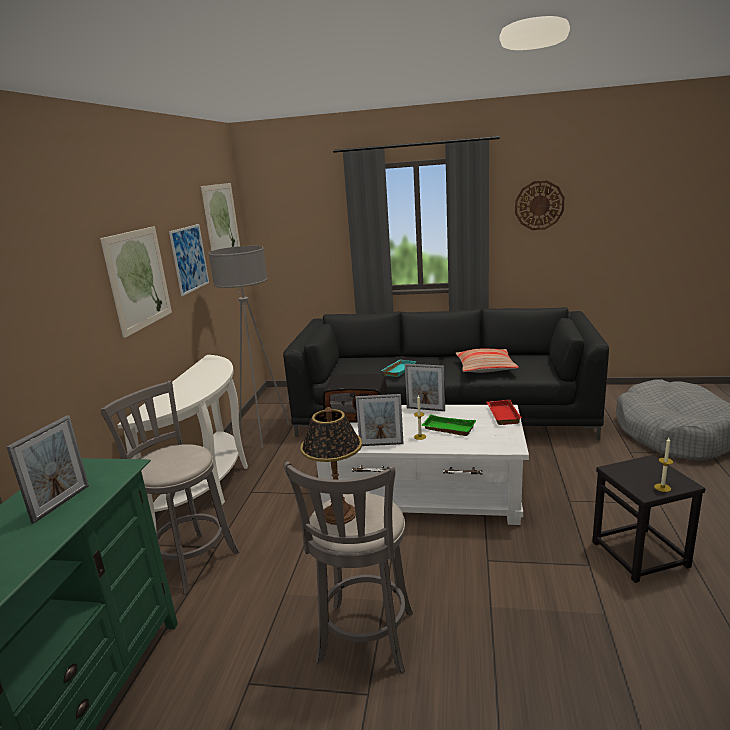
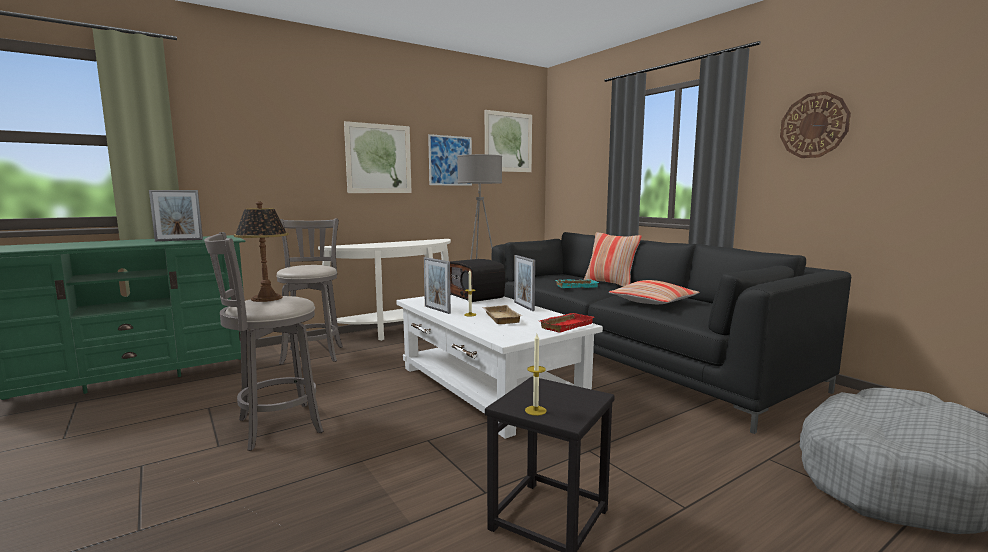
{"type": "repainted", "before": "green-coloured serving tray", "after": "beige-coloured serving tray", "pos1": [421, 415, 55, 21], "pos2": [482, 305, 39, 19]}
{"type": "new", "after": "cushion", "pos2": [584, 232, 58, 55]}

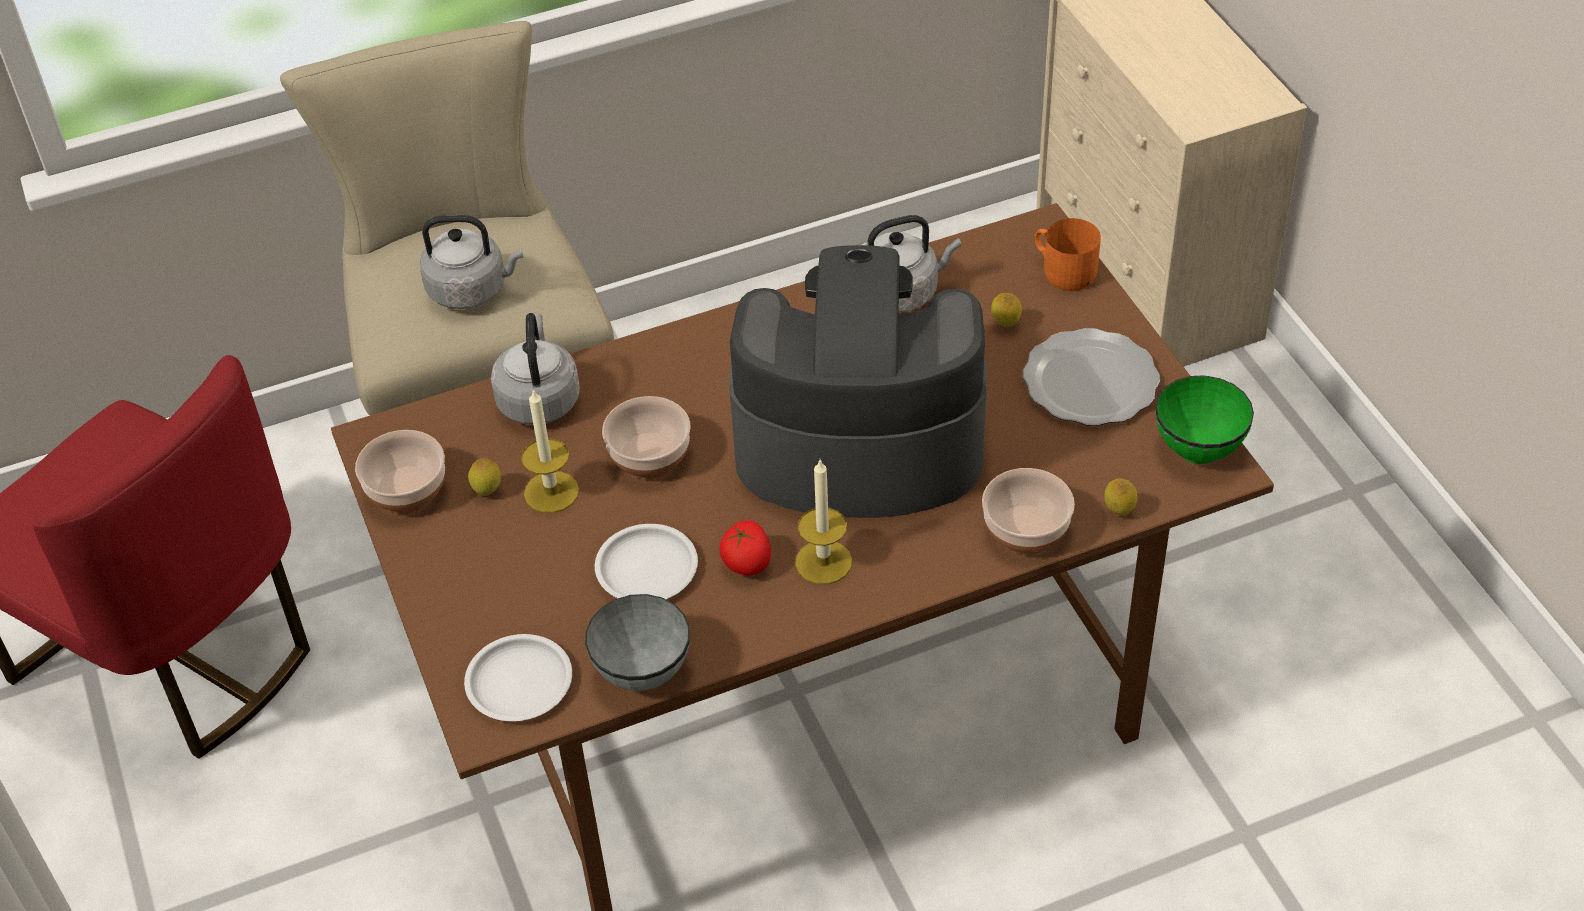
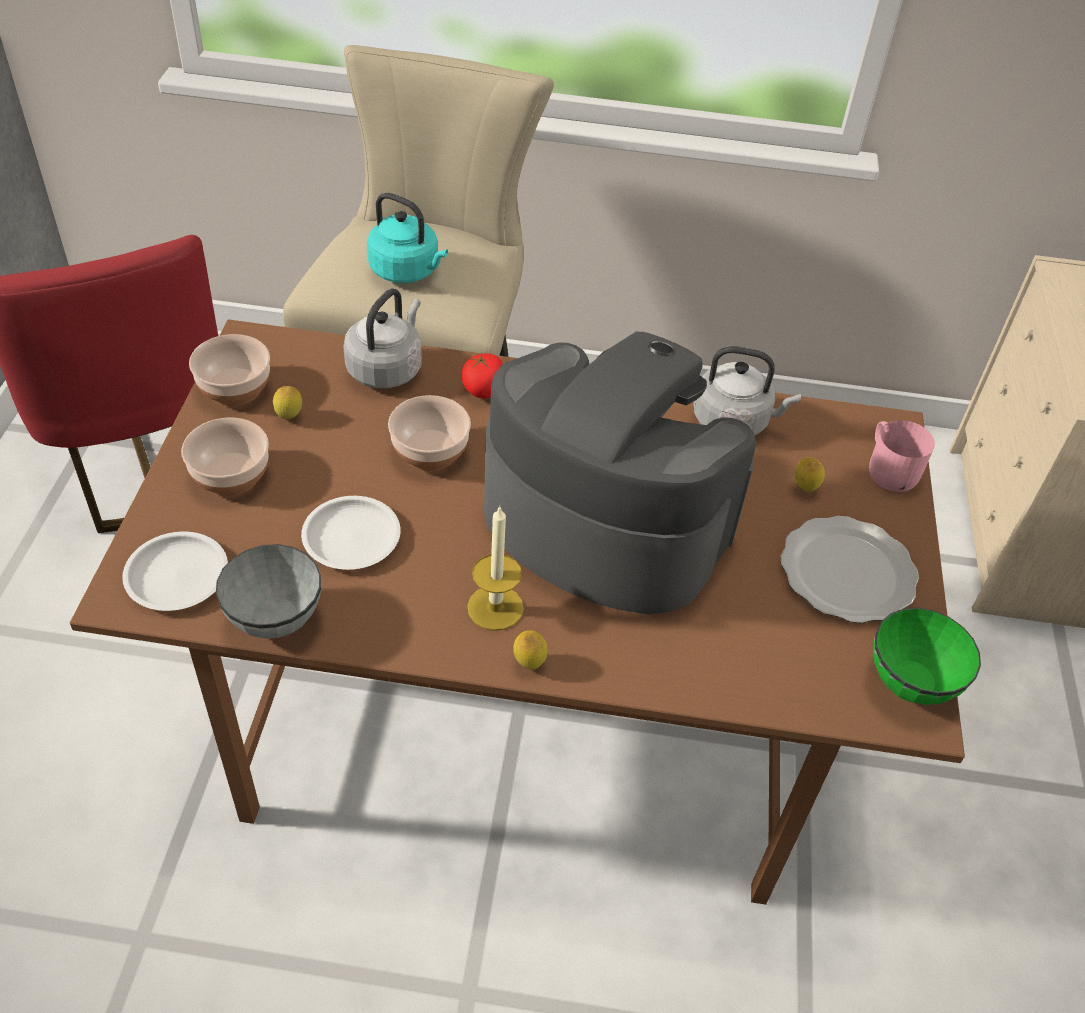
{"type": "repainted", "before": "grey kettle", "after": "turquoise-coloured kettle", "pos1": [420, 215, 103, 94], "pos2": [367, 193, 81, 90]}
{"type": "repainted", "before": "orangey mug", "after": "pink-coloured mug", "pos1": [1035, 218, 66, 73], "pos2": [869, 420, 66, 72]}
{"type": "gone", "before": "wax candle", "pos1": [521, 388, 58, 125]}
{"type": "shifted", "before": "deep dish", "pos1": [982, 468, 93, 86], "pos2": [181, 418, 88, 78]}
{"type": "shifted", "before": "whole lemon", "pos1": [1104, 479, 33, 36], "pos2": [513, 630, 35, 40]}
{"type": "shifted", "before": "tomato", "pos1": [720, 520, 51, 55], "pos2": [461, 353, 42, 45]}

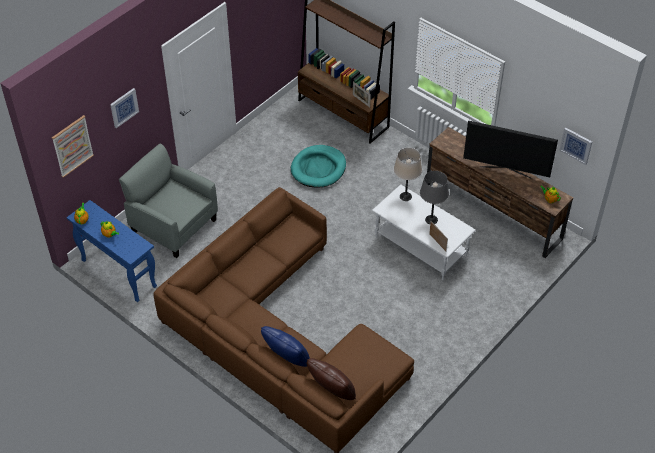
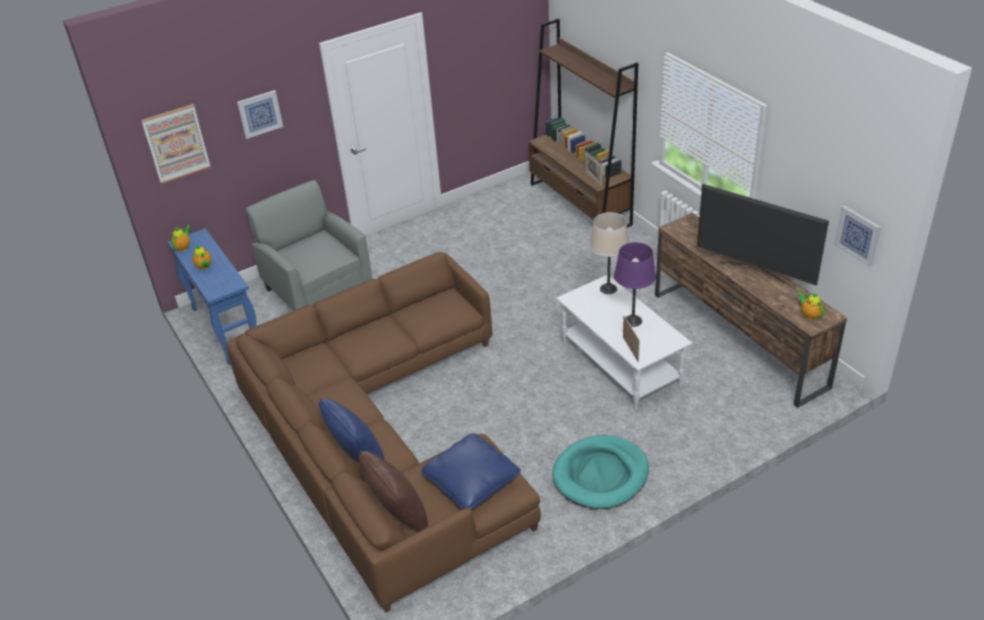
{"type": "shifted", "before": "turquoise-coloured pet bed", "pos1": [291, 145, 55, 43], "pos2": [552, 435, 97, 74]}
{"type": "repainted", "before": "grey tabletop lamp", "after": "purple tabletop lamp", "pos1": [420, 171, 29, 53], "pos2": [614, 242, 42, 85]}
{"type": "new", "after": "blue-coloured cushion", "pos2": [421, 433, 100, 77]}

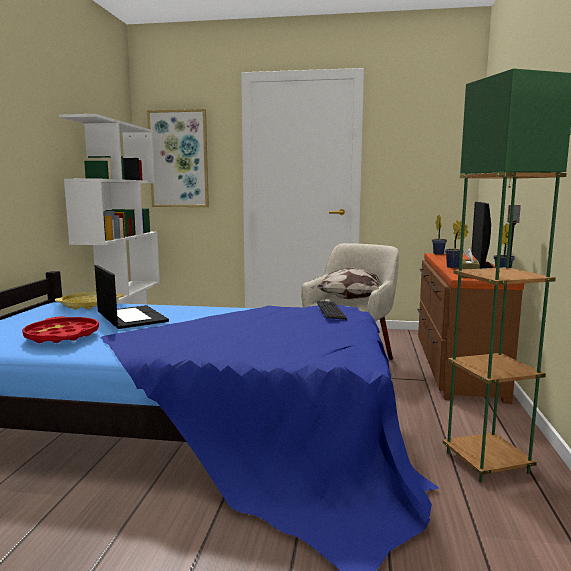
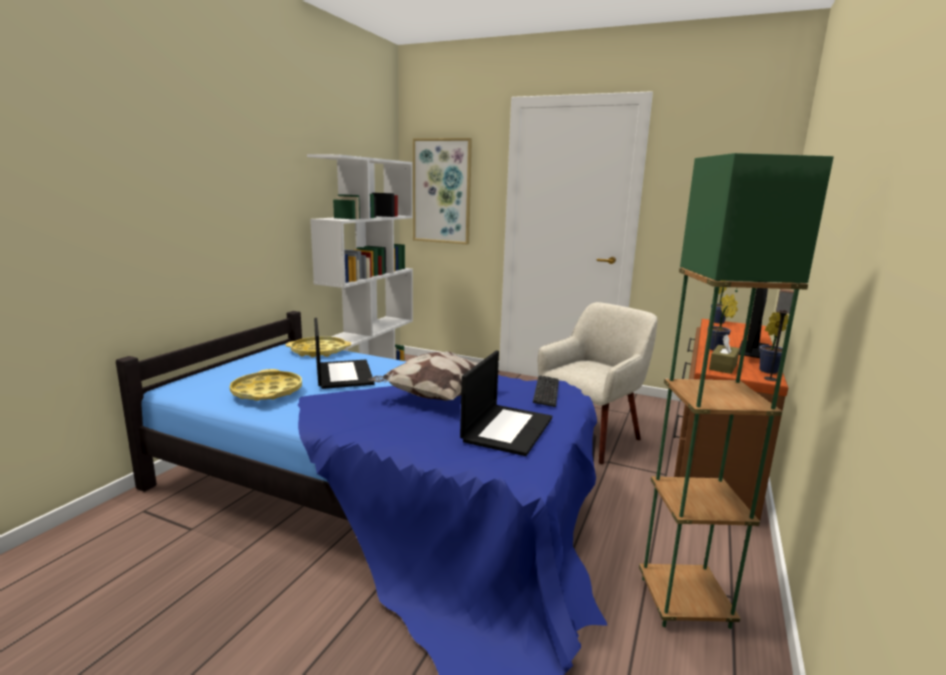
{"type": "shifted", "before": "cushion", "pos1": [311, 267, 70, 32], "pos2": [369, 351, 131, 50]}
{"type": "repainted", "before": "red serving tray", "after": "yellow-coloured serving tray", "pos1": [22, 317, 77, 26], "pos2": [230, 369, 72, 32]}
{"type": "new", "after": "laptop", "pos2": [460, 350, 92, 106]}

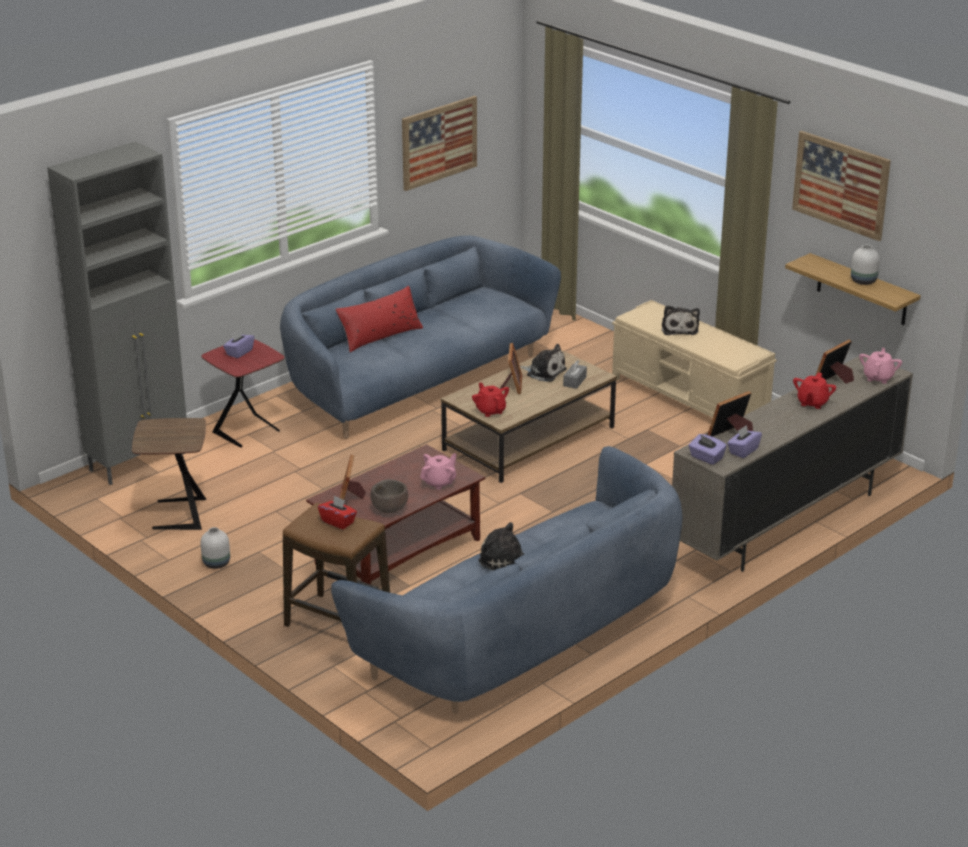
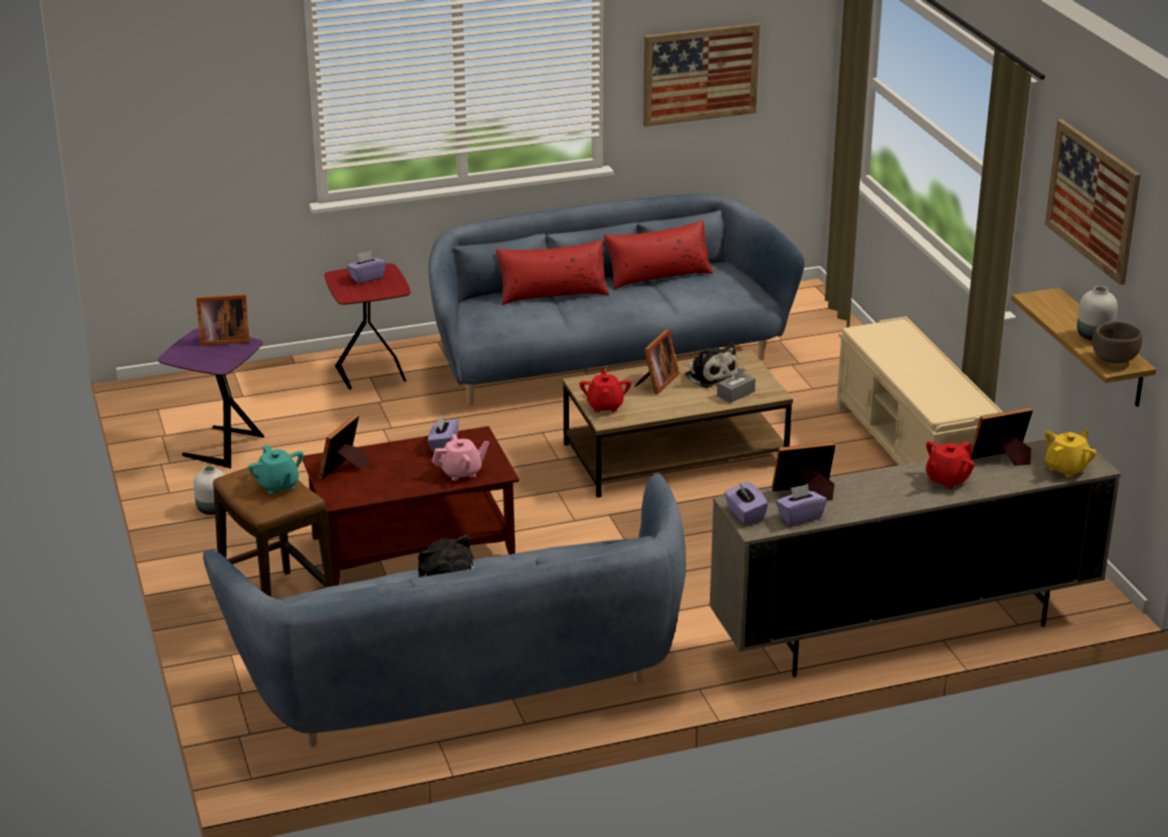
{"type": "gone", "before": "grey cupboard", "pos1": [47, 141, 140, 344]}
{"type": "gone", "before": "plush toy", "pos1": [662, 305, 38, 30]}
{"type": "repainted", "before": "pink-coloured tea pot", "after": "yellow-coloured tea pot", "pos1": [859, 348, 43, 36], "pos2": [1045, 429, 51, 49]}
{"type": "repainted", "before": "brownish end table", "after": "purple end table", "pos1": [132, 418, 74, 112], "pos2": [158, 328, 106, 141]}
{"type": "shifted", "before": "brownish deep dish", "pos1": [370, 479, 38, 34], "pos2": [1092, 321, 50, 42]}
{"type": "swapped", "before": "red box of tissues", "after": "turquoise-coloured tea pot", "pos1": [318, 495, 39, 34], "pos2": [248, 445, 56, 49]}
{"type": "new", "after": "red cushion", "pos2": [604, 220, 109, 69]}
{"type": "new", "after": "photo frame", "pos2": [196, 294, 54, 52]}
{"type": "new", "after": "purple box of tissues", "pos2": [428, 415, 31, 37]}

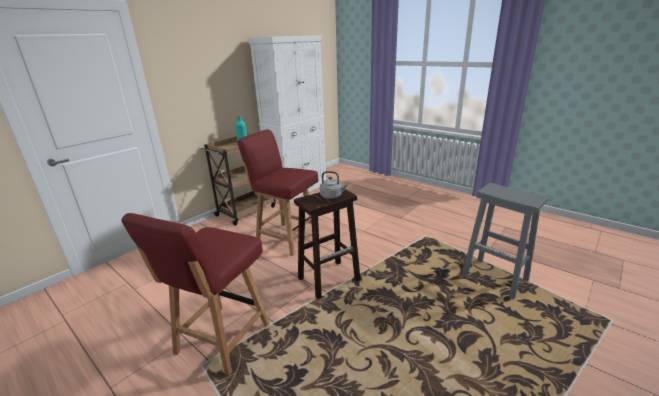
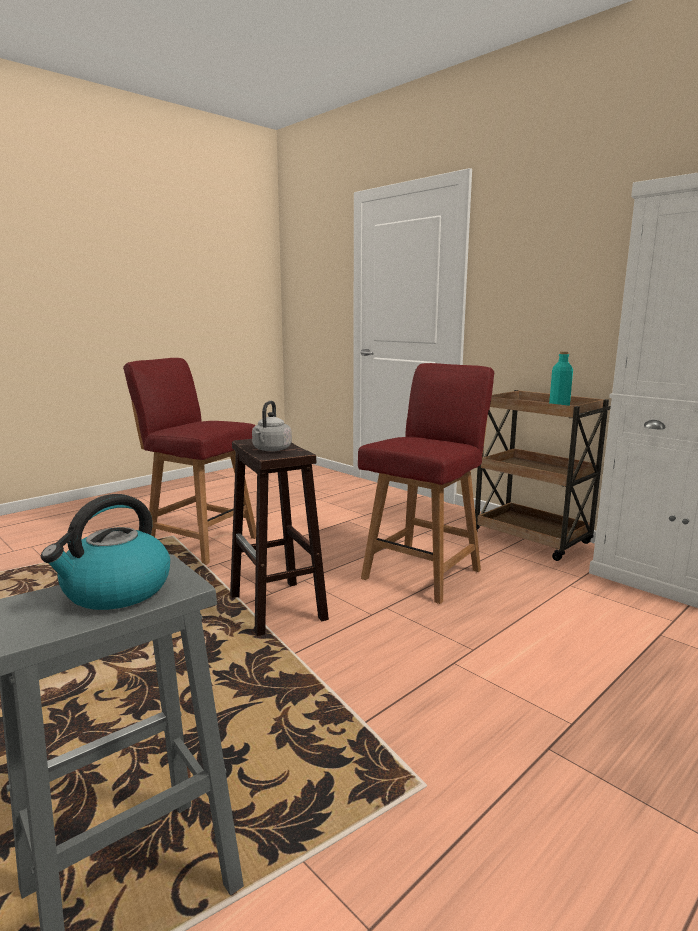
{"type": "new", "after": "kettle", "pos2": [41, 494, 129, 116]}

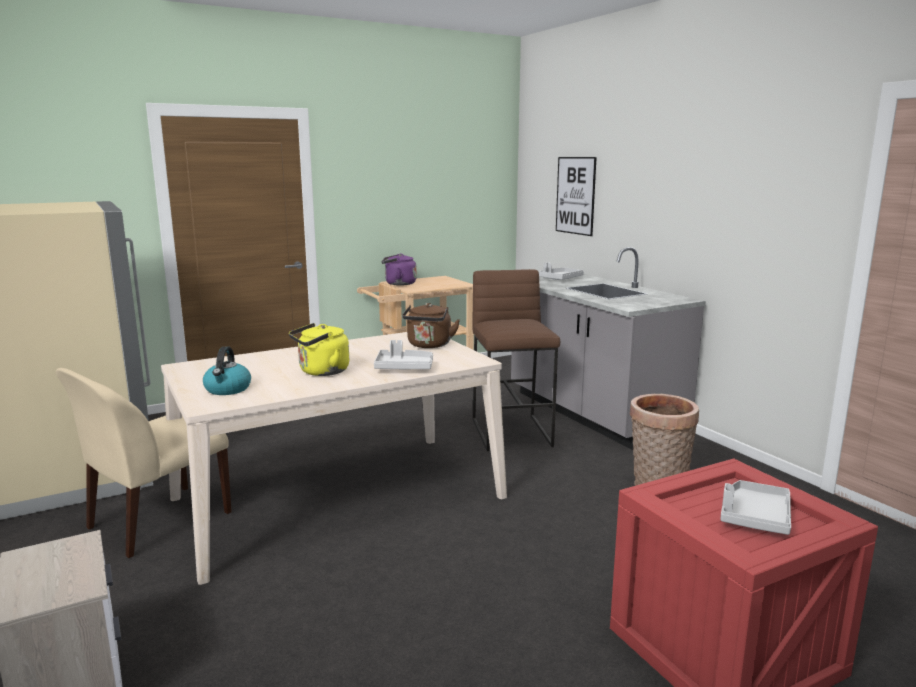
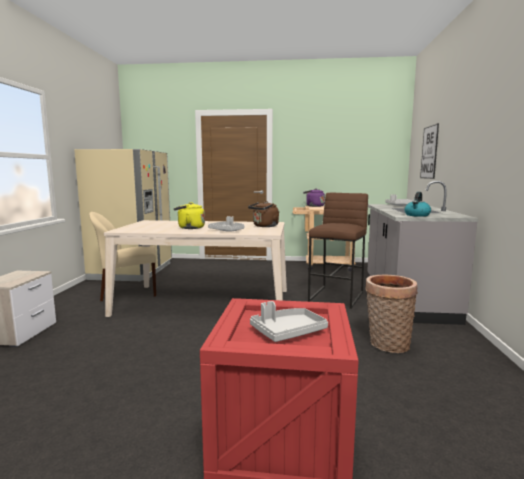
{"type": "shifted", "before": "kettle", "pos1": [203, 346, 48, 49], "pos2": [404, 192, 27, 25]}

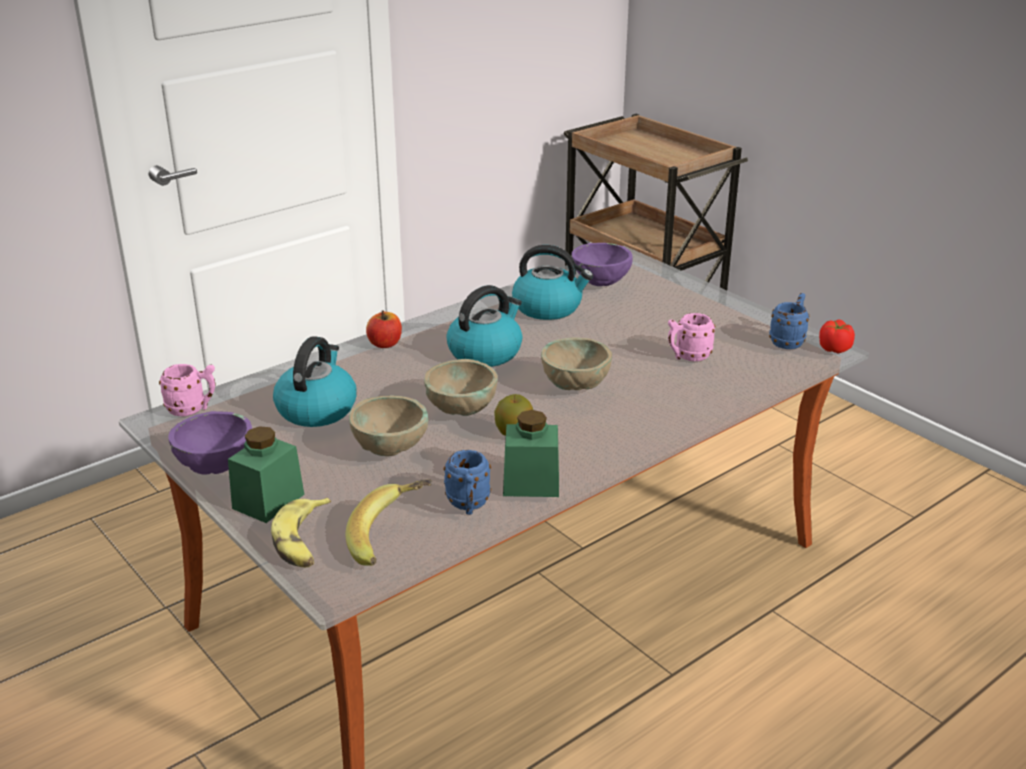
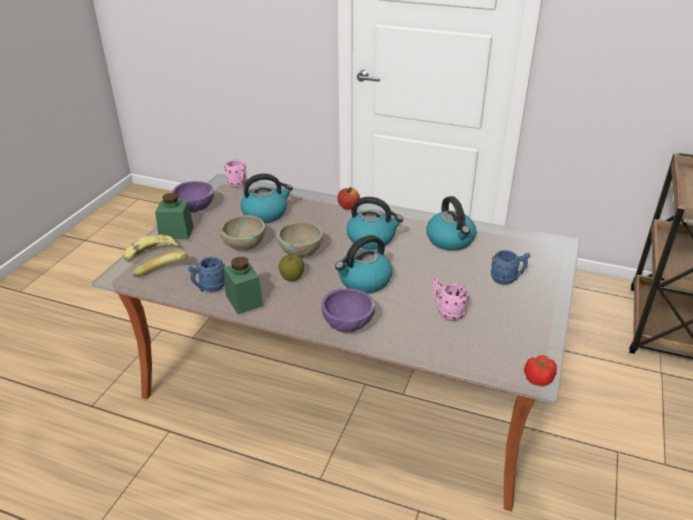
{"type": "shifted", "before": "purple deep dish", "pos1": [571, 243, 62, 43], "pos2": [321, 288, 54, 44]}
{"type": "shifted", "before": "blue-coloured mug", "pos1": [769, 293, 40, 56], "pos2": [490, 250, 41, 35]}
{"type": "swapped", "before": "beige-coloured deep dish", "after": "kettle", "pos1": [541, 337, 71, 53], "pos2": [335, 235, 57, 58]}

